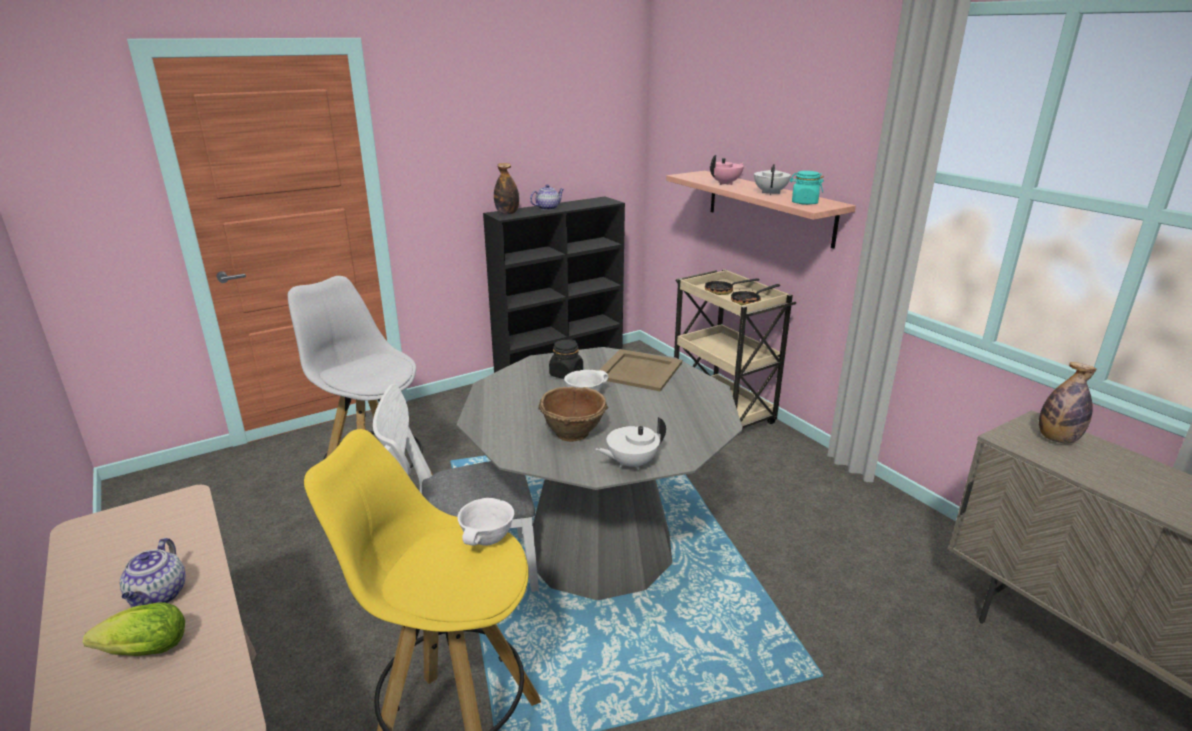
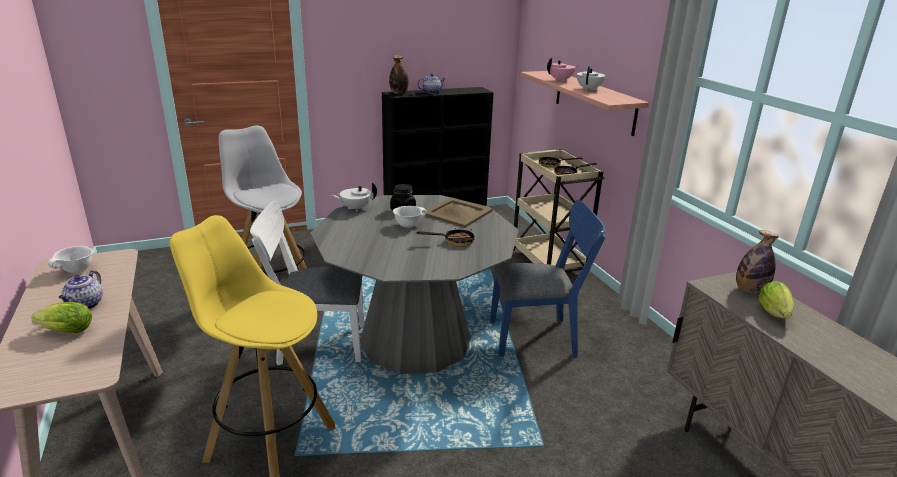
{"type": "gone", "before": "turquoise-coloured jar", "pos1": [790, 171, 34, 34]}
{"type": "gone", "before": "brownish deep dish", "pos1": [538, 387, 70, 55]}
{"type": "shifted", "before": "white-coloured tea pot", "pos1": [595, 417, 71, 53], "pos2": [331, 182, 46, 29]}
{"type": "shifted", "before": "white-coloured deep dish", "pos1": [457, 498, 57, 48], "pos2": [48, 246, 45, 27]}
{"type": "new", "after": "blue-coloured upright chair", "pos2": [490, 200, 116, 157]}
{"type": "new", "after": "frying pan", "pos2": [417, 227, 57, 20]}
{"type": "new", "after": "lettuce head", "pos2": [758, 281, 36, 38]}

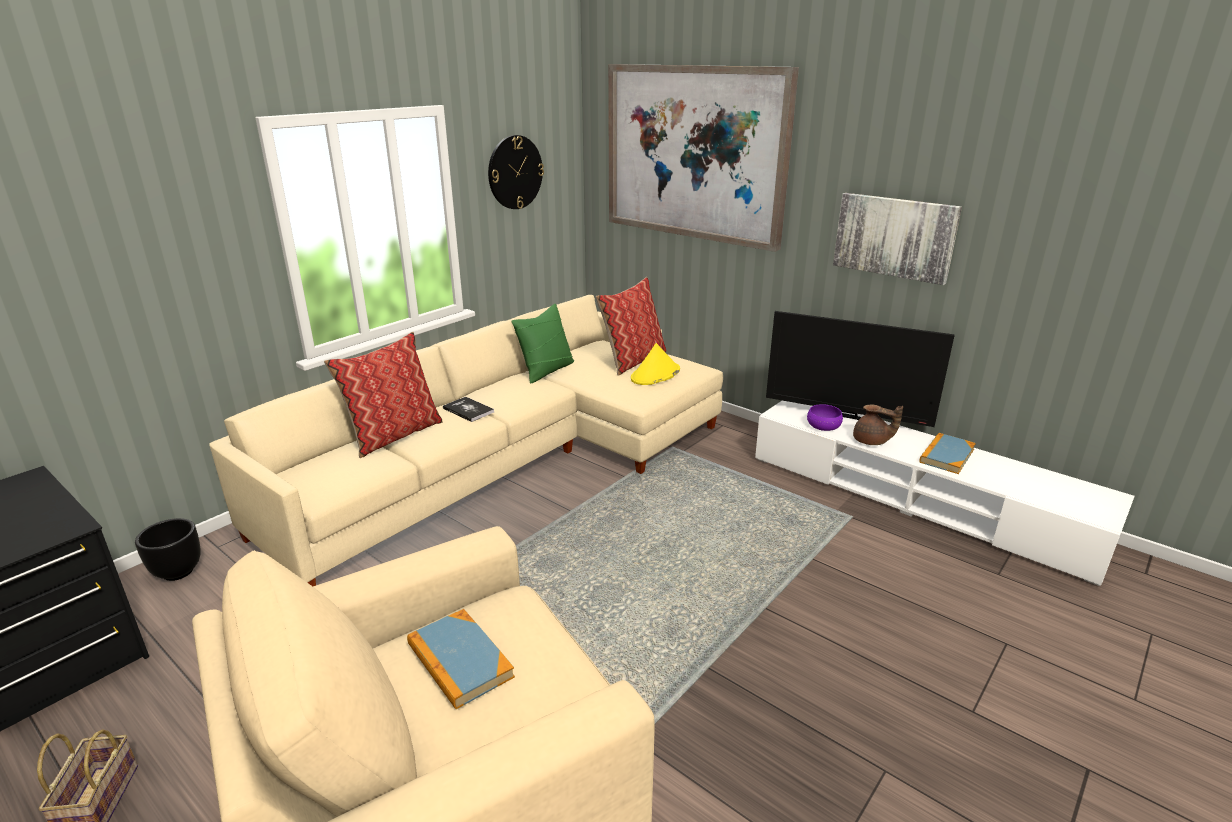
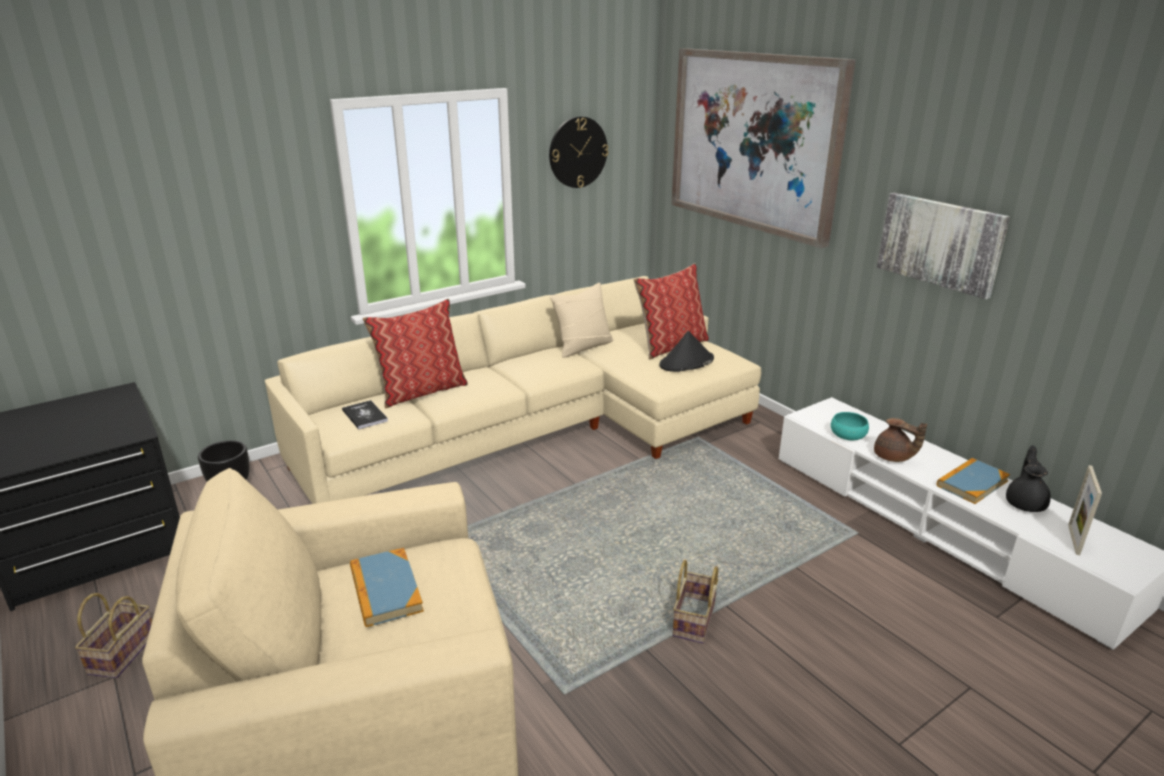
{"type": "repainted", "before": "green-coloured cushion", "after": "beige-coloured cushion", "pos1": [511, 304, 63, 79], "pos2": [550, 283, 64, 75]}
{"type": "gone", "before": "TV", "pos1": [766, 311, 189, 116]}
{"type": "repainted", "before": "yellow-coloured wearable hat", "after": "blackish wearable hat", "pos1": [631, 343, 49, 42], "pos2": [659, 331, 55, 41]}
{"type": "shifted", "before": "volume", "pos1": [443, 397, 51, 25], "pos2": [342, 400, 46, 30]}
{"type": "repainted", "before": "purple deep dish", "after": "turquoise-coloured deep dish", "pos1": [807, 404, 36, 27], "pos2": [831, 412, 38, 28]}
{"type": "new", "after": "blackish tea pot", "pos2": [1006, 445, 45, 67]}
{"type": "new", "after": "photo frame", "pos2": [1068, 465, 34, 90]}
{"type": "new", "after": "basket", "pos2": [672, 560, 46, 83]}

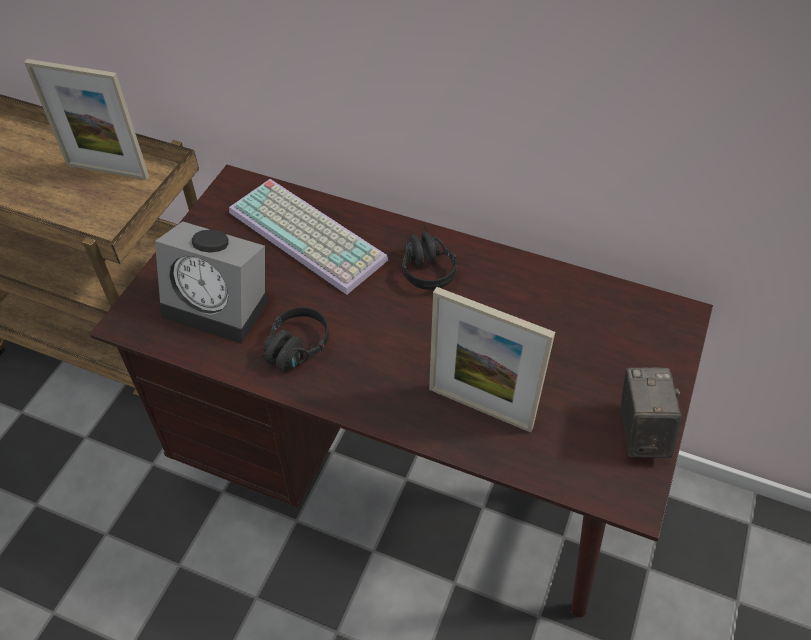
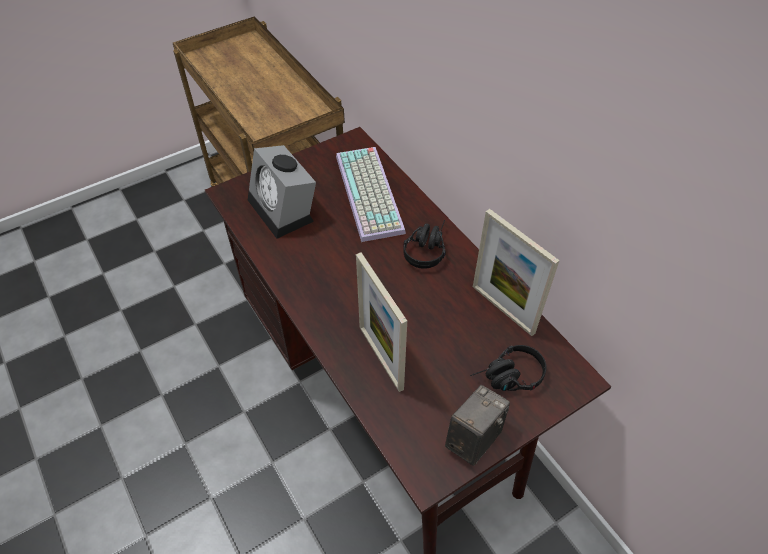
{"type": "shifted", "before": "photo frame", "pos1": [24, 59, 125, 121], "pos2": [473, 209, 87, 127]}
{"type": "shifted", "before": "blackish headset", "pos1": [249, 307, 80, 64], "pos2": [470, 345, 76, 46]}

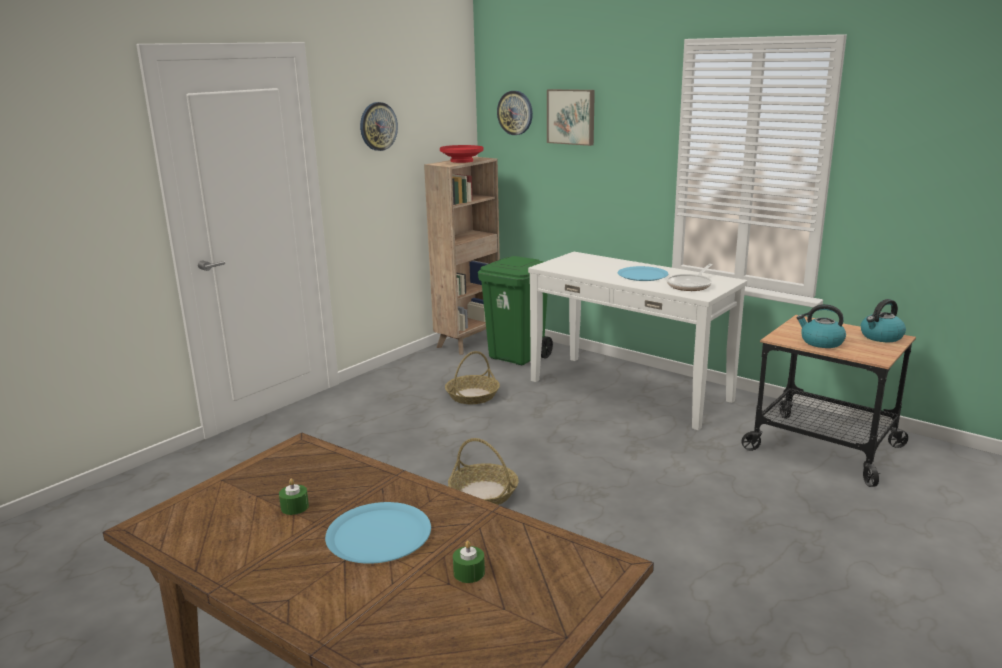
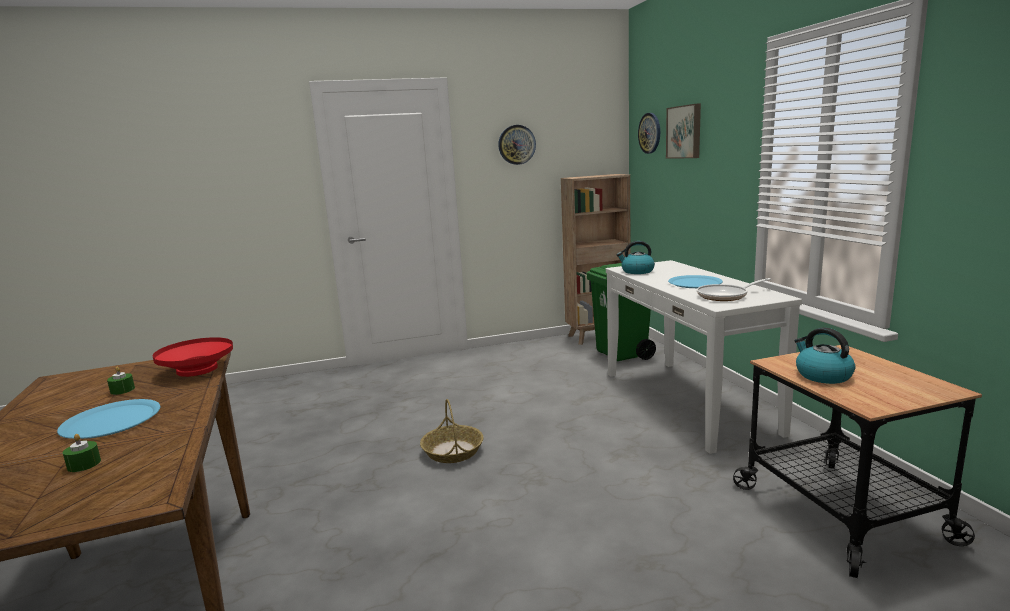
{"type": "shifted", "before": "red deep dish", "pos1": [440, 145, 43, 18], "pos2": [153, 337, 80, 40]}
{"type": "shifted", "before": "kettle", "pos1": [861, 299, 45, 43], "pos2": [617, 241, 38, 33]}
{"type": "gone", "before": "basket", "pos1": [445, 351, 55, 53]}

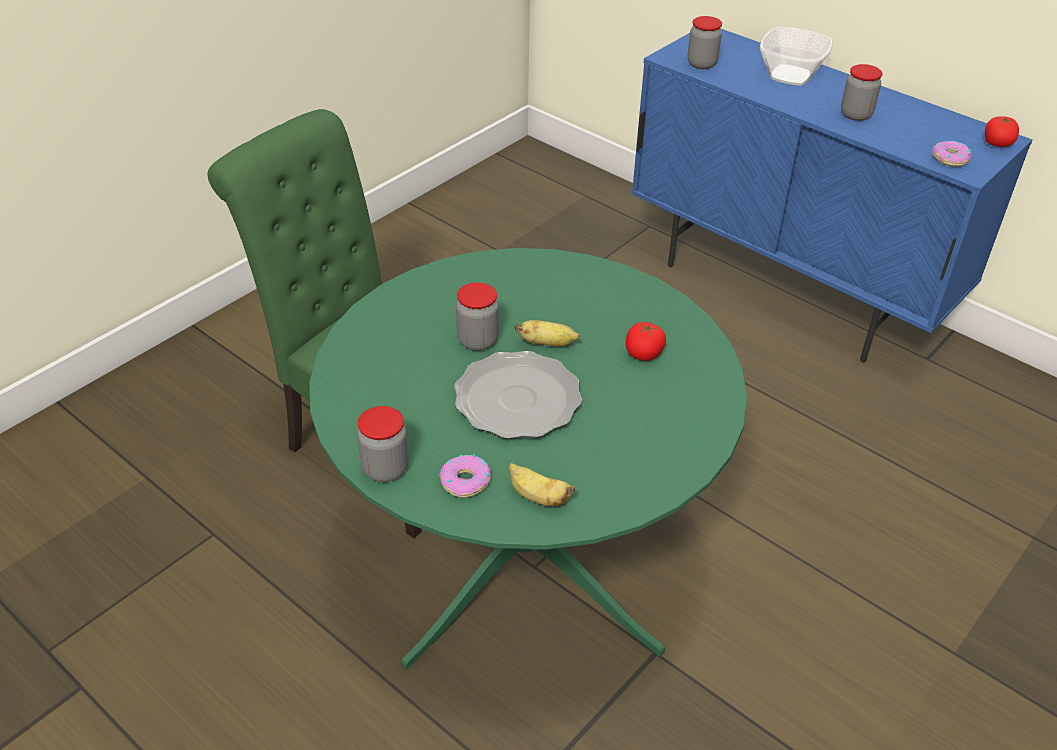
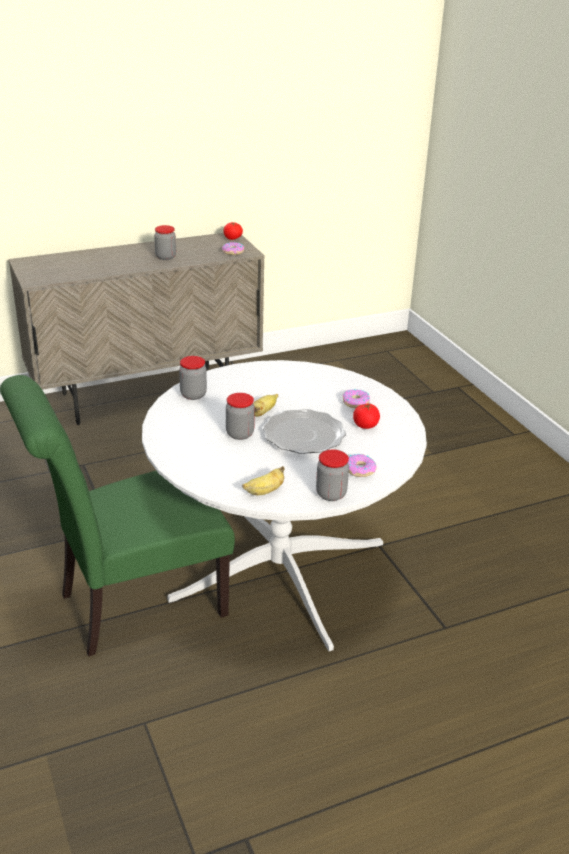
{"type": "shifted", "before": "jar", "pos1": [687, 16, 35, 53], "pos2": [179, 356, 28, 44]}
{"type": "gone", "before": "deep dish", "pos1": [760, 27, 73, 59]}
{"type": "repainted", "before": "blue-coloured cupboard", "after": "beige-coloured cupboard", "pos1": [631, 28, 401, 335], "pos2": [8, 233, 257, 192]}
{"type": "repainted", "before": "green-coloured dinner table", "after": "white-coloured dinner table", "pos1": [309, 248, 438, 421], "pos2": [142, 360, 285, 291]}
{"type": "shifted", "before": "tomato", "pos1": [626, 322, 40, 39], "pos2": [353, 403, 27, 26]}
{"type": "shifted", "before": "banana fruit", "pos1": [509, 463, 66, 43], "pos2": [242, 466, 43, 29]}
{"type": "new", "after": "doughnut", "pos2": [343, 389, 27, 20]}

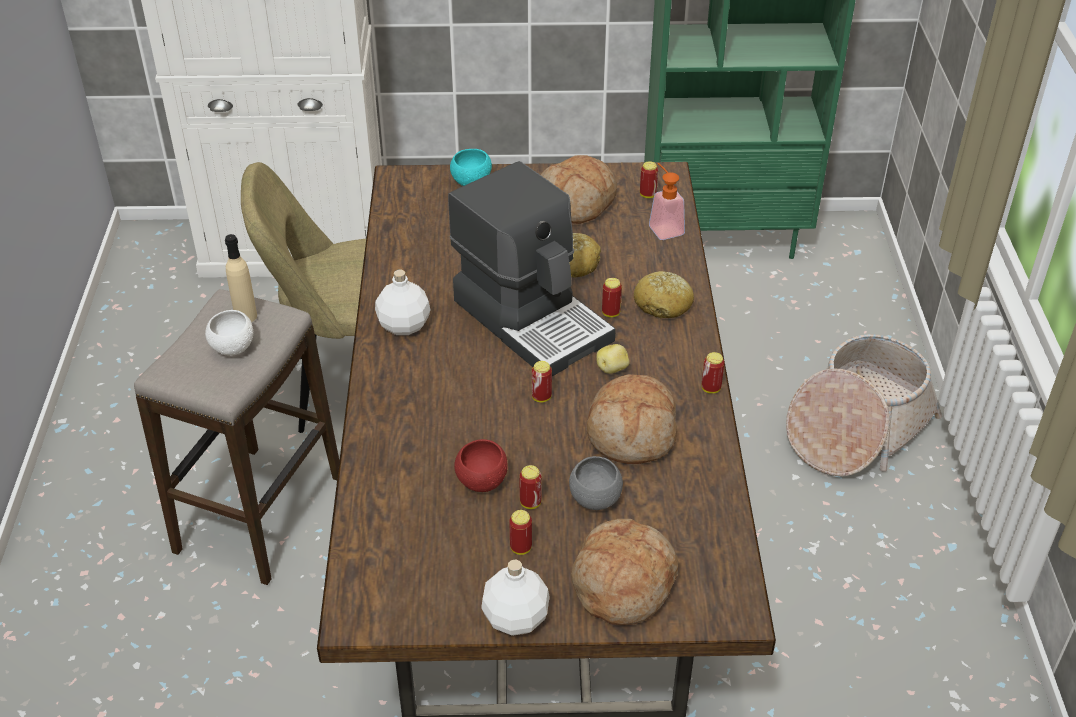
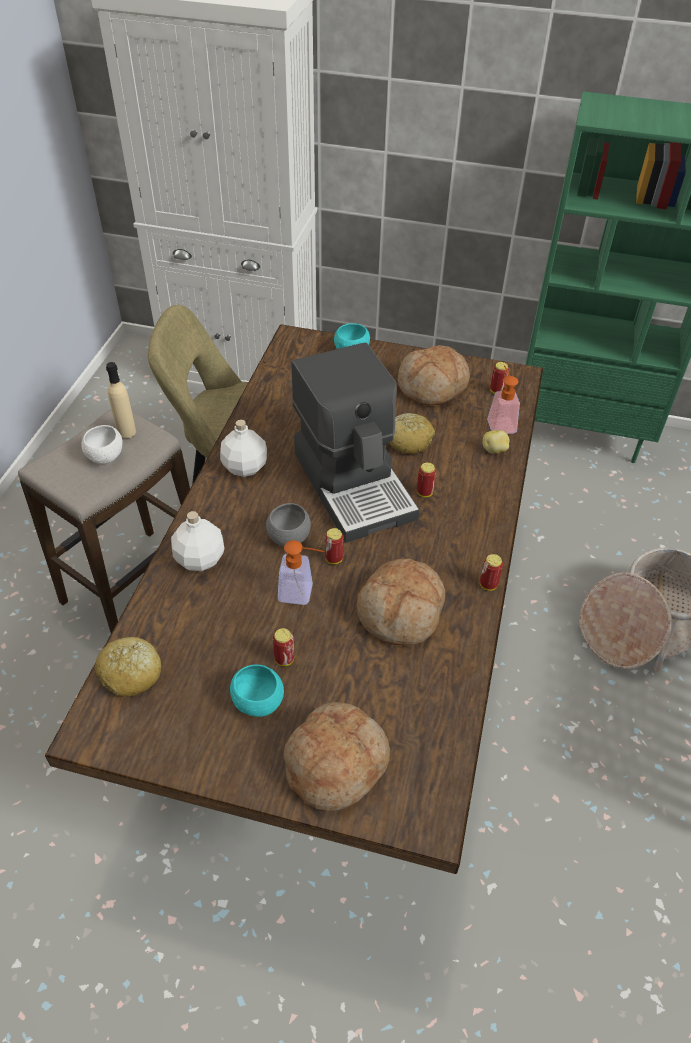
{"type": "shifted", "before": "baked bread", "pos1": [634, 271, 60, 48], "pos2": [95, 637, 66, 60]}
{"type": "shifted", "before": "whole potato", "pos1": [596, 344, 34, 30], "pos2": [482, 430, 28, 23]}
{"type": "gone", "before": "red deep dish", "pos1": [454, 439, 54, 53]}
{"type": "shifted", "before": "grey deep dish", "pos1": [569, 456, 54, 54], "pos2": [266, 503, 45, 43]}
{"type": "swapped", "before": "can", "after": "turquoise-coloured deep dish", "pos1": [509, 510, 23, 45], "pos2": [230, 664, 54, 53]}
{"type": "shifted", "before": "white-coloured drink bottle", "pos1": [481, 560, 68, 76], "pos2": [171, 511, 53, 60]}
{"type": "new", "after": "soap dispenser", "pos2": [278, 540, 47, 65]}

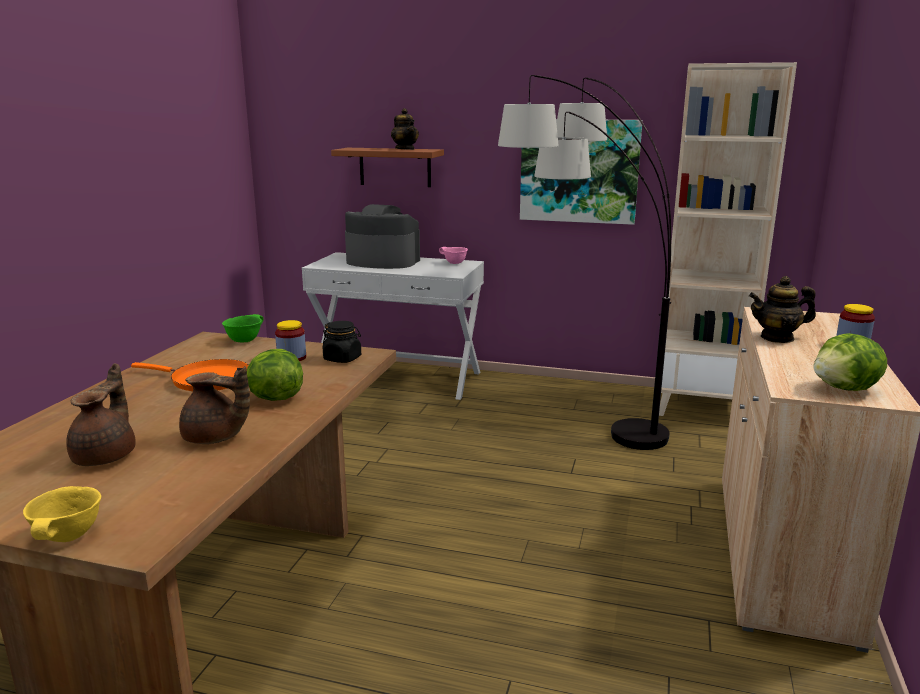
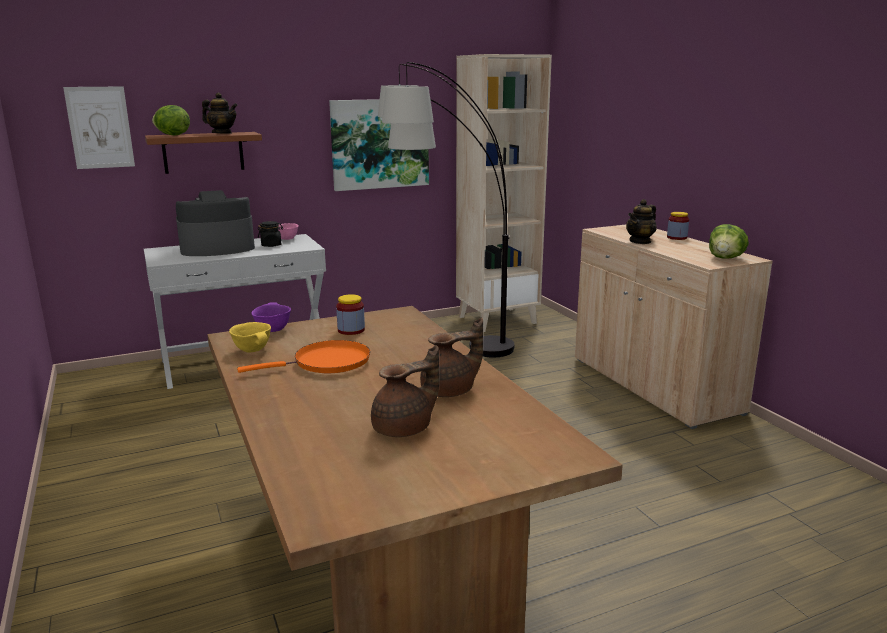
{"type": "repainted", "before": "green-coloured deep dish", "after": "purple deep dish", "pos1": [222, 314, 41, 28], "pos2": [251, 302, 40, 30]}
{"type": "shifted", "before": "blackish jar", "pos1": [323, 321, 38, 42], "pos2": [258, 221, 25, 26]}
{"type": "shifted", "before": "lettuce head", "pos1": [247, 349, 56, 52], "pos2": [152, 105, 38, 31]}
{"type": "rotated", "before": "brownish tea pot", "pos1": [66, 363, 70, 103], "pos2": [371, 345, 69, 92], "turn": 90}
{"type": "shifted", "before": "yellow-coloured deep dish", "pos1": [23, 486, 78, 56], "pos2": [229, 322, 42, 31]}
{"type": "new", "after": "wall picture", "pos2": [63, 86, 72, 83]}

